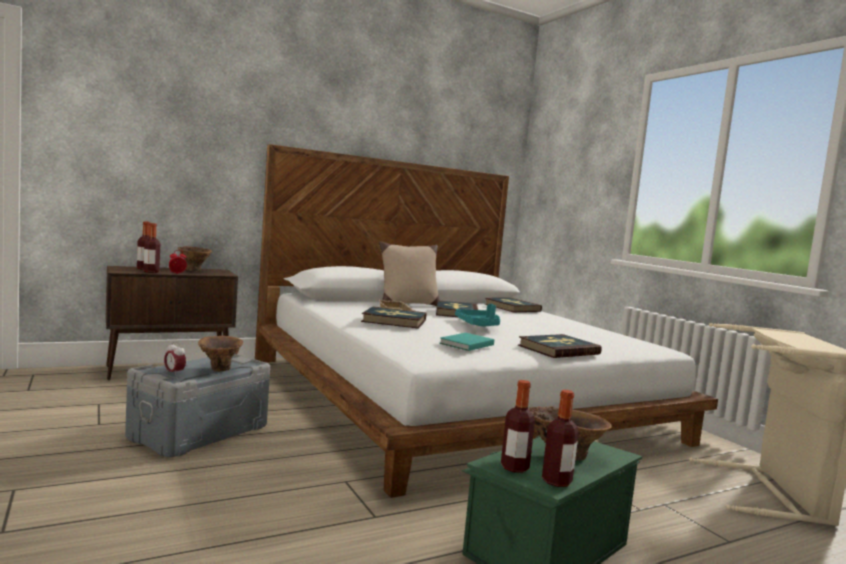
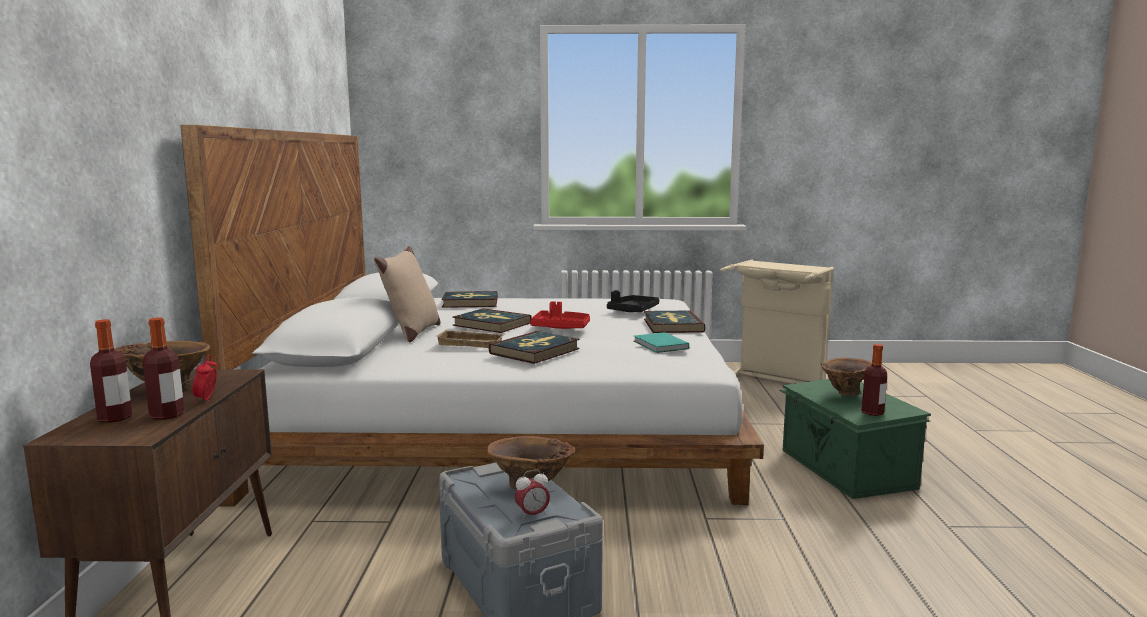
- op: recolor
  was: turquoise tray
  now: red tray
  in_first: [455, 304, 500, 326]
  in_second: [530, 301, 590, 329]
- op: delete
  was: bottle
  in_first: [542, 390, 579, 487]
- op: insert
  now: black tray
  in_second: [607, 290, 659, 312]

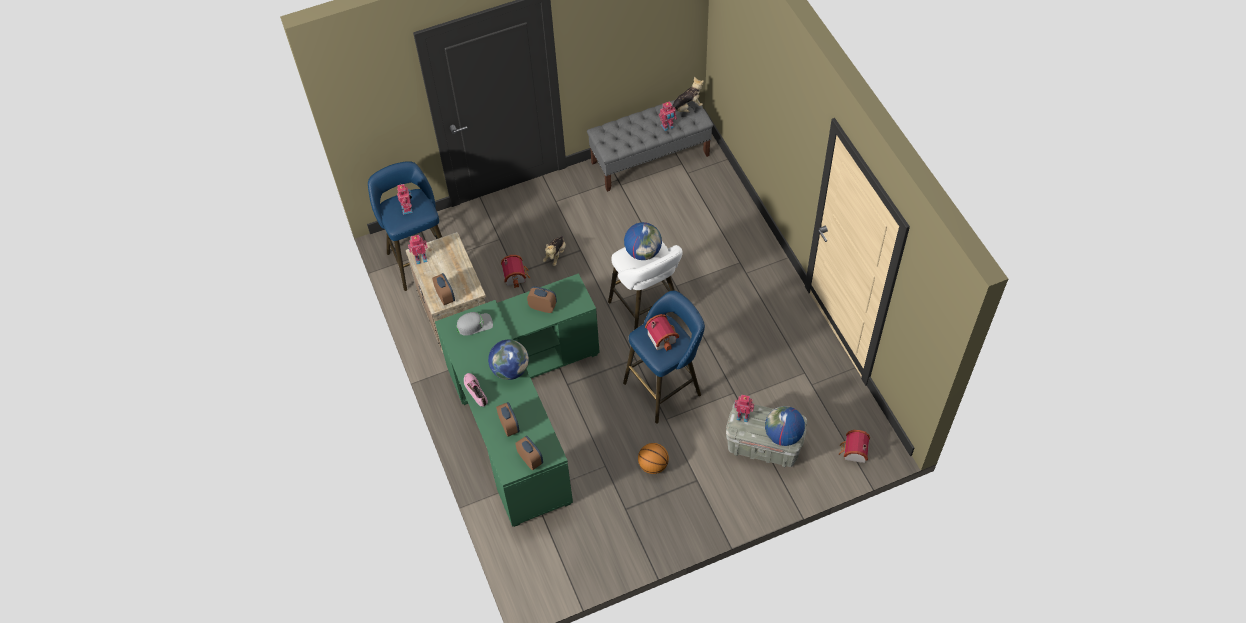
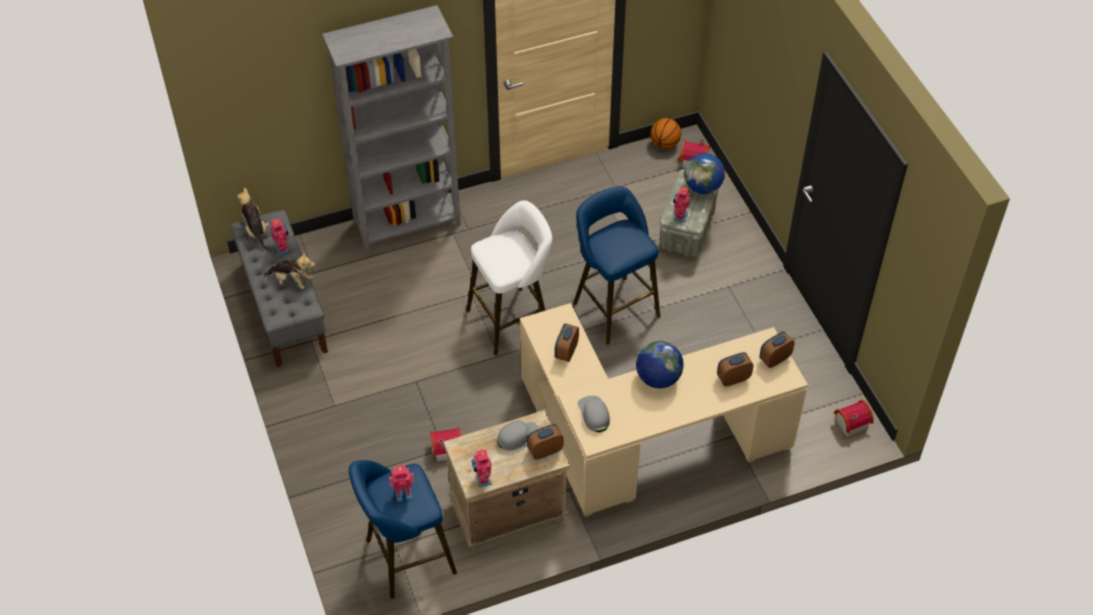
- op: delete
  was: globe
  in_first: [624, 222, 662, 260]
- op: move
  was: plush toy
  in_first: [543, 236, 566, 266]
  in_second: [264, 252, 315, 289]
- op: recolor
  was: green desk
  now: beige desk
  in_first: [435, 273, 600, 527]
  in_second: [520, 303, 808, 517]
- op: move
  was: toy house
  in_first: [645, 314, 679, 351]
  in_second: [834, 400, 873, 438]
- op: delete
  was: shoe
  in_first: [464, 373, 488, 407]
- op: move
  was: basketball
  in_first: [638, 443, 669, 474]
  in_second: [651, 118, 681, 149]
- op: insert
  now: grey bookcase
  in_second: [322, 5, 461, 252]
- op: insert
  now: grey cap
  in_second: [497, 421, 539, 451]

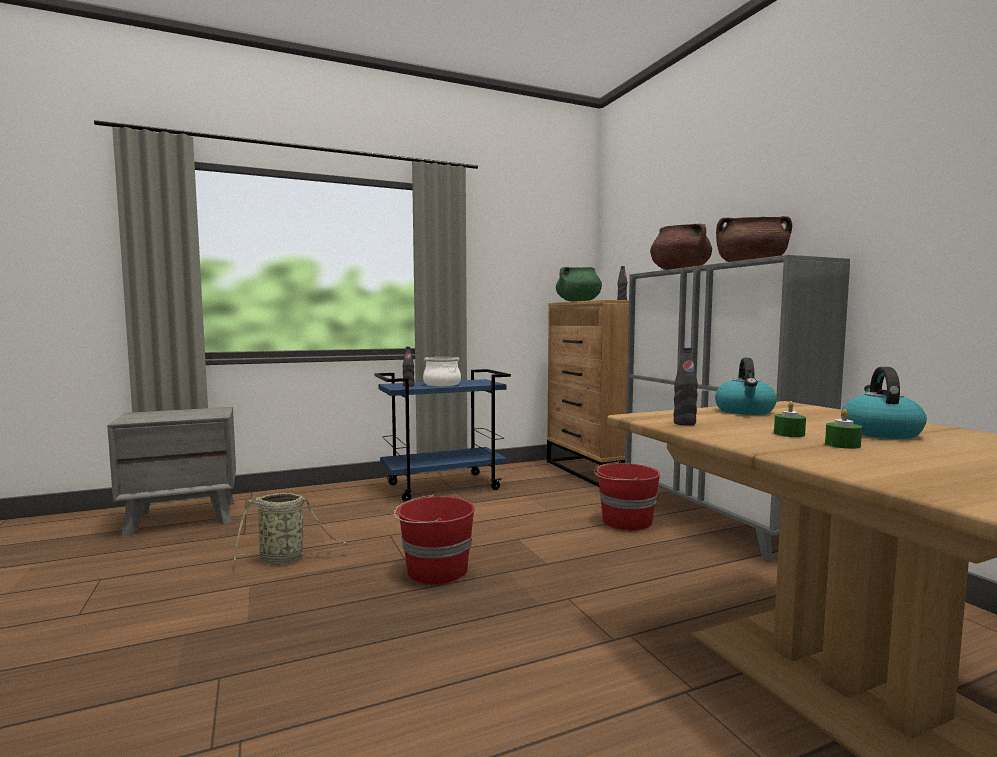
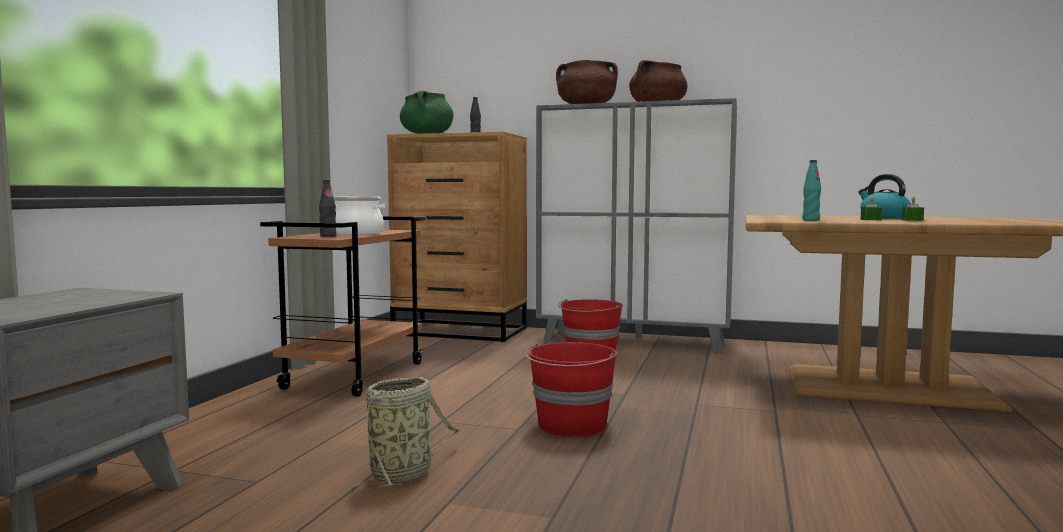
- op: recolor
  was: black bottle
  now: turquoise bottle
  in_first: [673, 347, 698, 426]
  in_second: [802, 160, 821, 221]
- op: delete
  was: kettle
  in_first: [715, 358, 777, 415]
- op: recolor
  was: blue cart
  now: brown cart
  in_first: [374, 369, 511, 502]
  in_second: [260, 216, 425, 396]

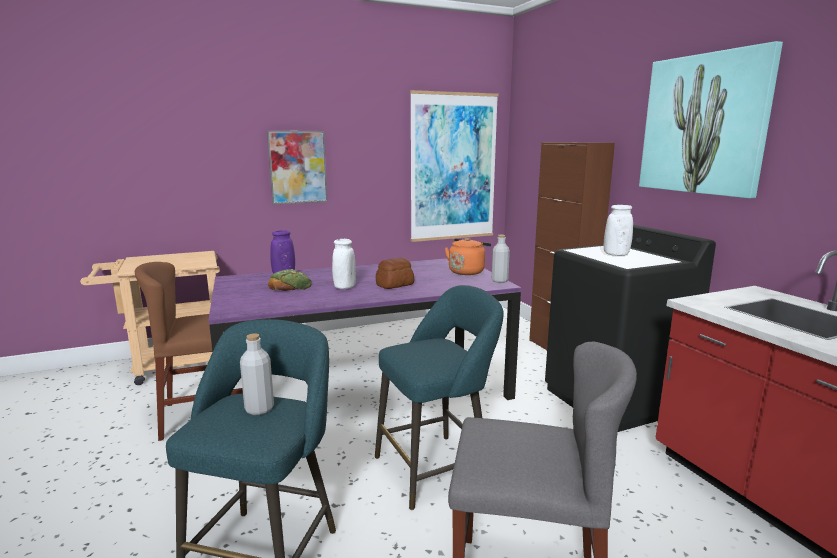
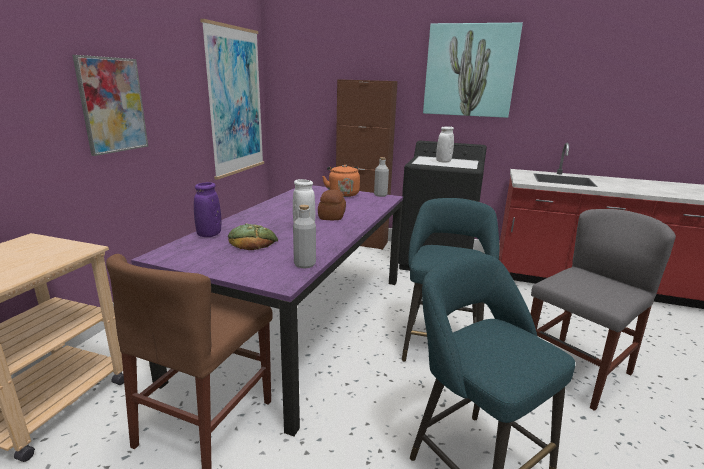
- op: move
  was: grey bottle
  in_first: [240, 333, 274, 415]
  in_second: [293, 205, 316, 268]

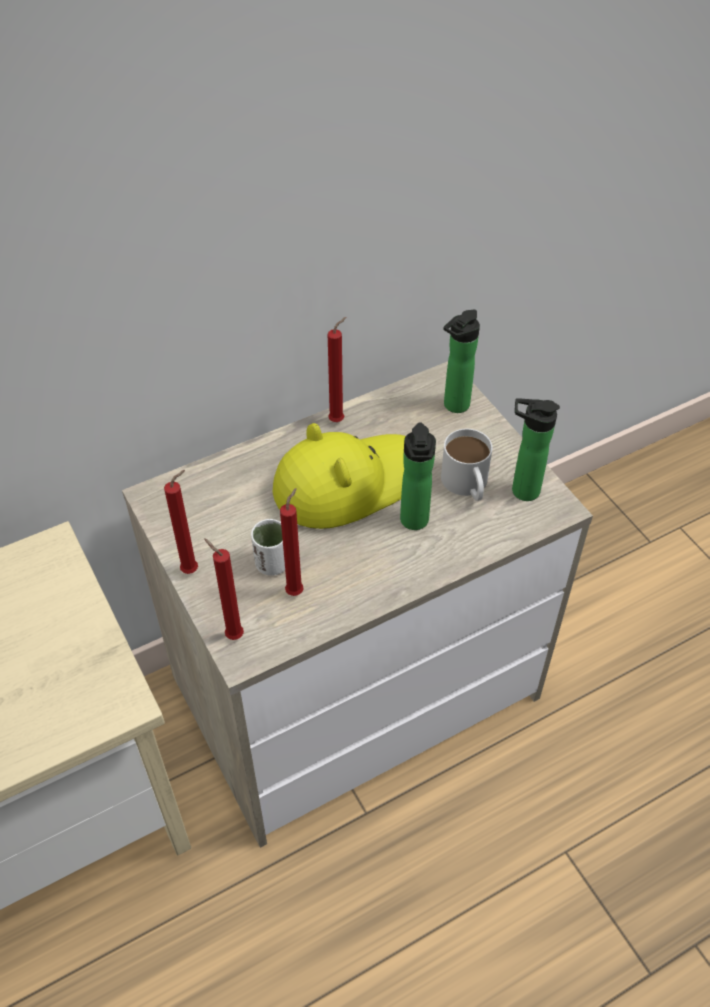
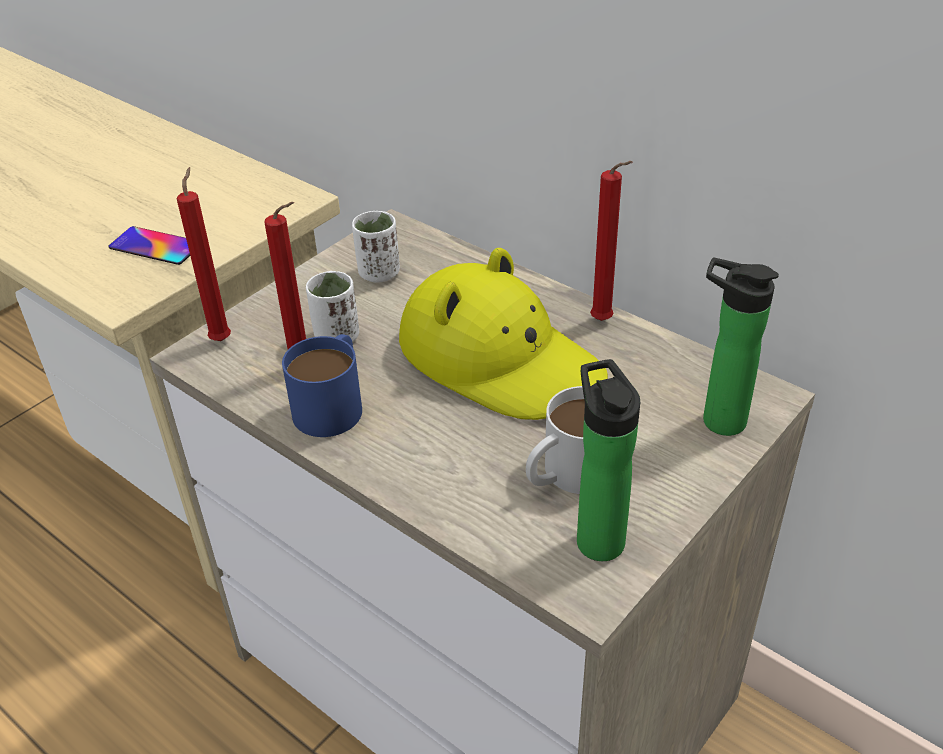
- op: delete
  was: bottle
  in_first: [400, 422, 436, 530]
- op: delete
  was: red candle
  in_first: [164, 470, 198, 574]
- op: insert
  now: white cup
  in_second: [352, 211, 400, 283]
- op: insert
  now: phone
  in_second: [108, 226, 190, 265]
- op: insert
  now: blue mug
  in_second: [282, 334, 362, 437]

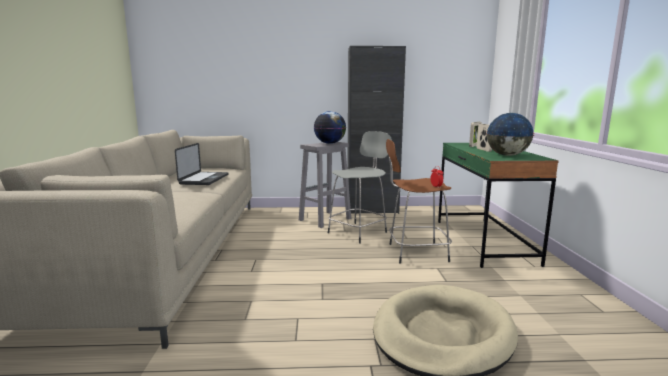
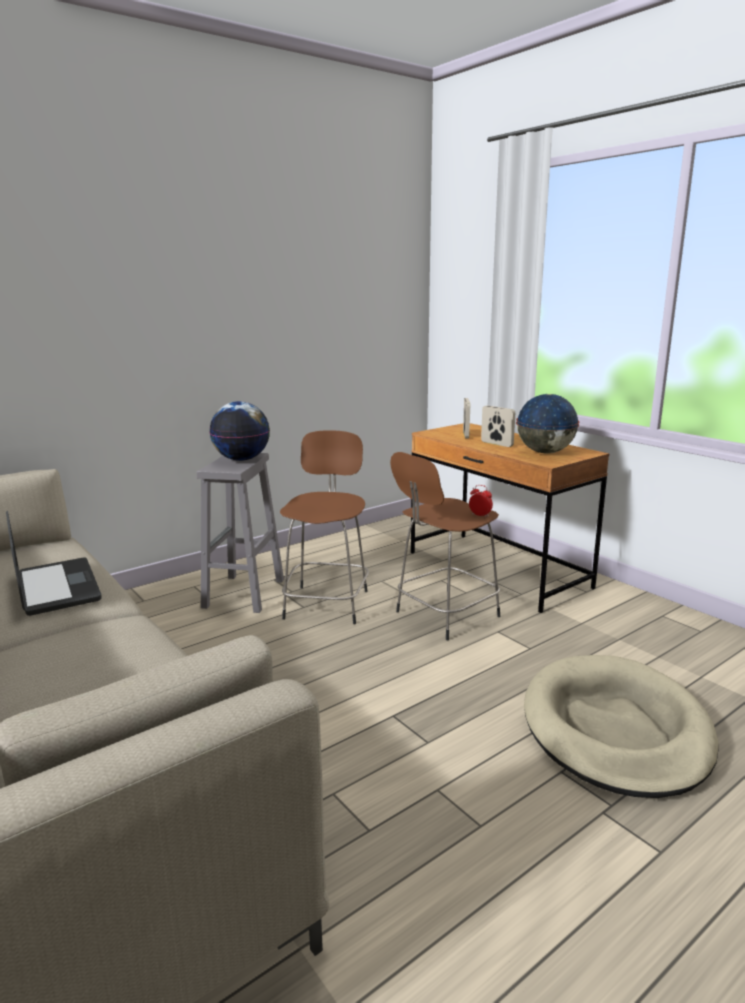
- op: delete
  was: black cabinet
  in_first: [347, 46, 406, 214]
- op: recolor
  was: grey stool
  now: brown stool
  in_first: [328, 131, 392, 244]
  in_second: [280, 430, 369, 624]
- op: recolor
  was: green desk
  now: brown desk
  in_first: [438, 143, 559, 268]
  in_second: [411, 423, 609, 613]

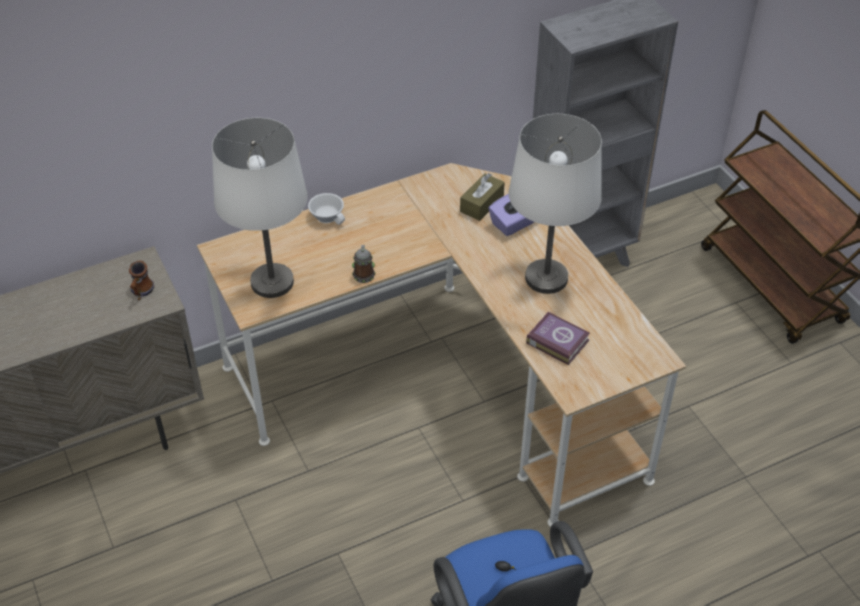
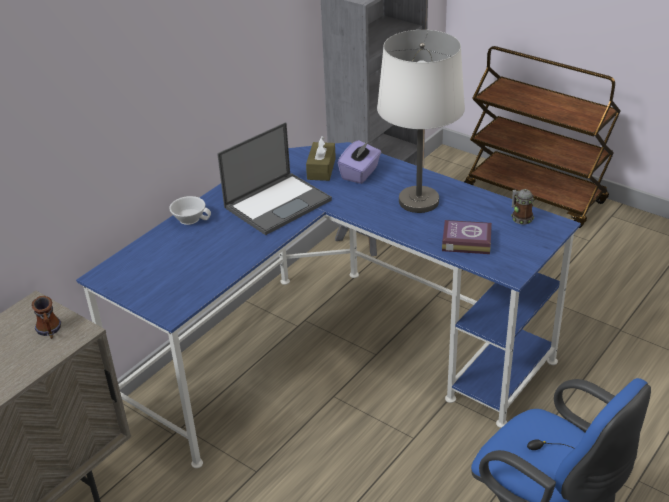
- op: delete
  was: white table lamp
  in_first: [212, 118, 308, 298]
- op: recolor
  was: beige desk
  now: blue desk
  in_first: [197, 163, 686, 527]
  in_second: [76, 142, 581, 468]
- op: move
  was: mug
  in_first: [352, 245, 376, 283]
  in_second: [511, 189, 534, 224]
- op: insert
  now: laptop
  in_second: [217, 122, 332, 235]

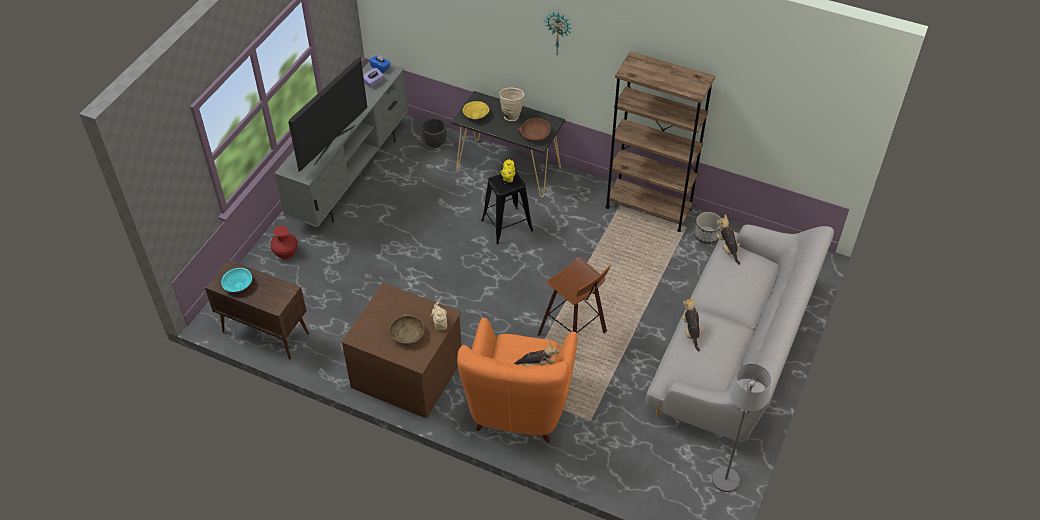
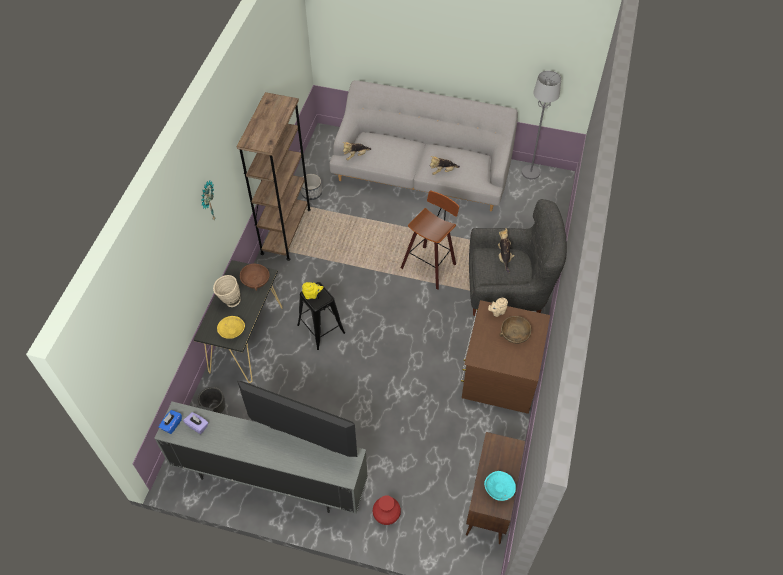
- op: recolor
  was: orange armchair
  now: grey armchair
  in_first: [457, 318, 578, 443]
  in_second: [469, 199, 567, 316]

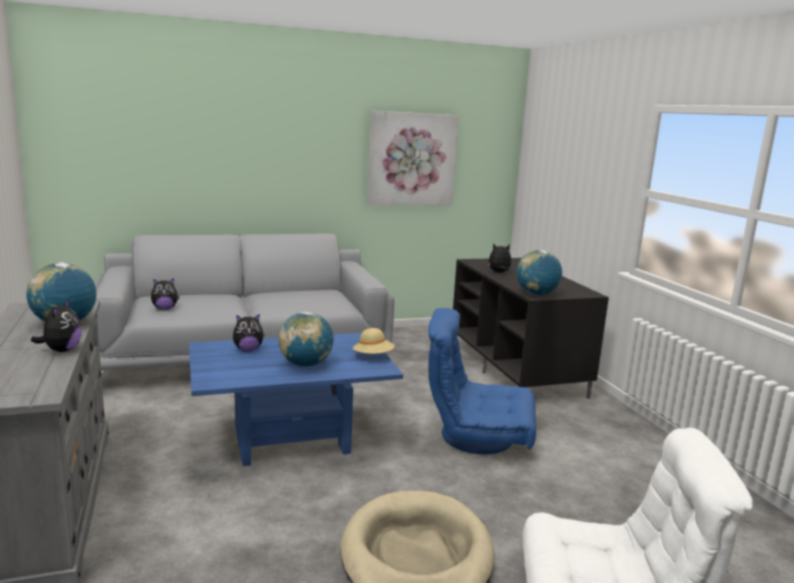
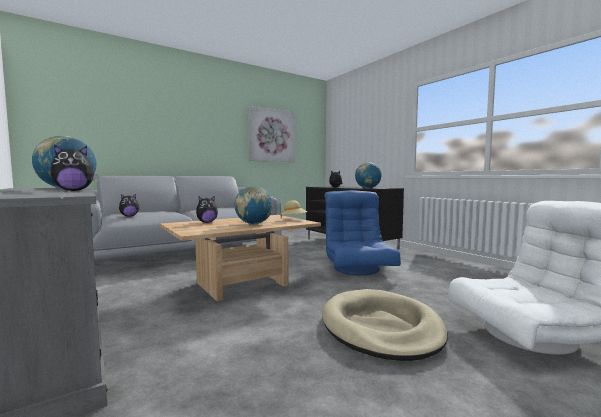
- op: rotate
  was: plush toy
  in_first: [31, 299, 82, 352]
  in_second: [50, 145, 98, 191]
  clockwise: 75
- op: rotate
  was: blue armchair
  in_first: [428, 308, 536, 454]
  in_second: [324, 190, 401, 275]
  clockwise: 90
- op: recolor
  was: blue coffee table
  now: beige coffee table
  in_first: [189, 333, 403, 466]
  in_second: [160, 215, 321, 301]

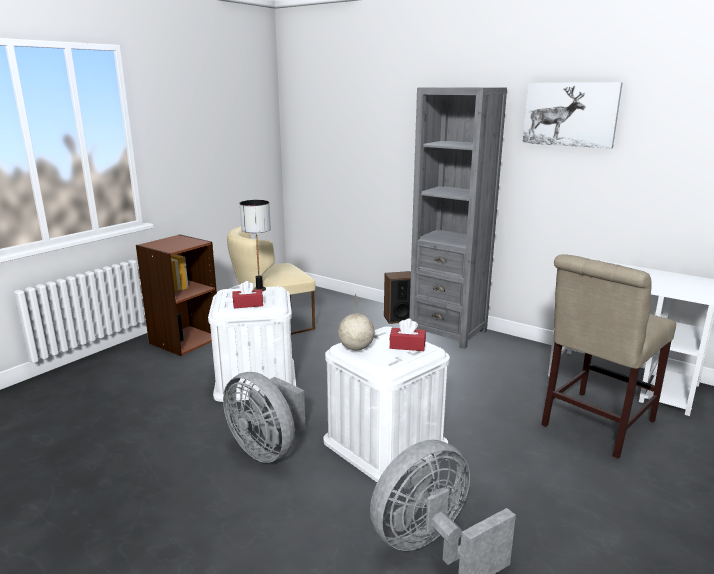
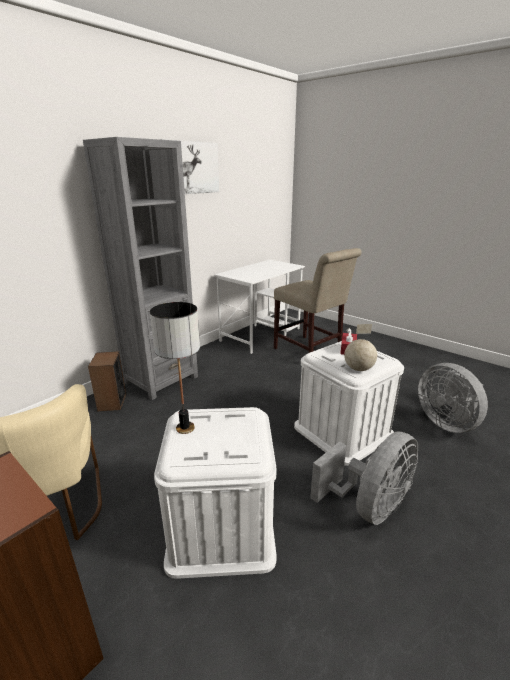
- op: delete
  was: red tissue box
  in_first: [233, 281, 263, 308]

